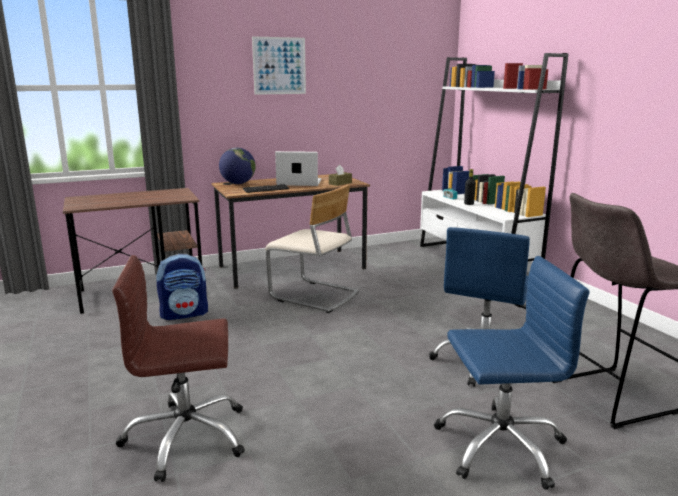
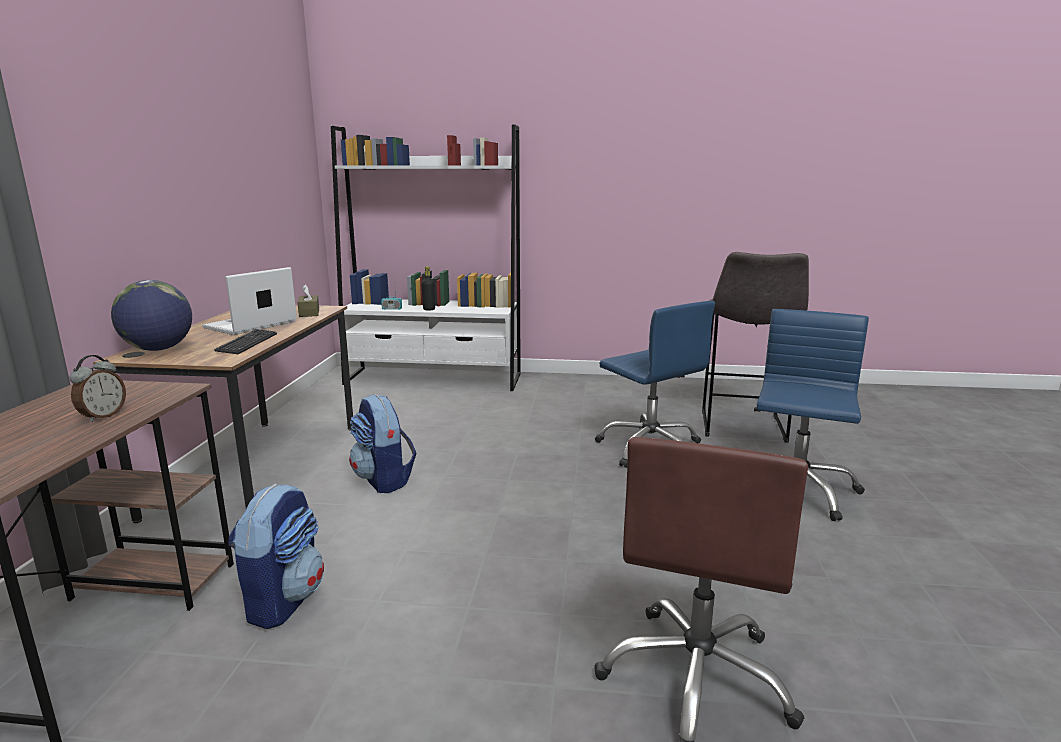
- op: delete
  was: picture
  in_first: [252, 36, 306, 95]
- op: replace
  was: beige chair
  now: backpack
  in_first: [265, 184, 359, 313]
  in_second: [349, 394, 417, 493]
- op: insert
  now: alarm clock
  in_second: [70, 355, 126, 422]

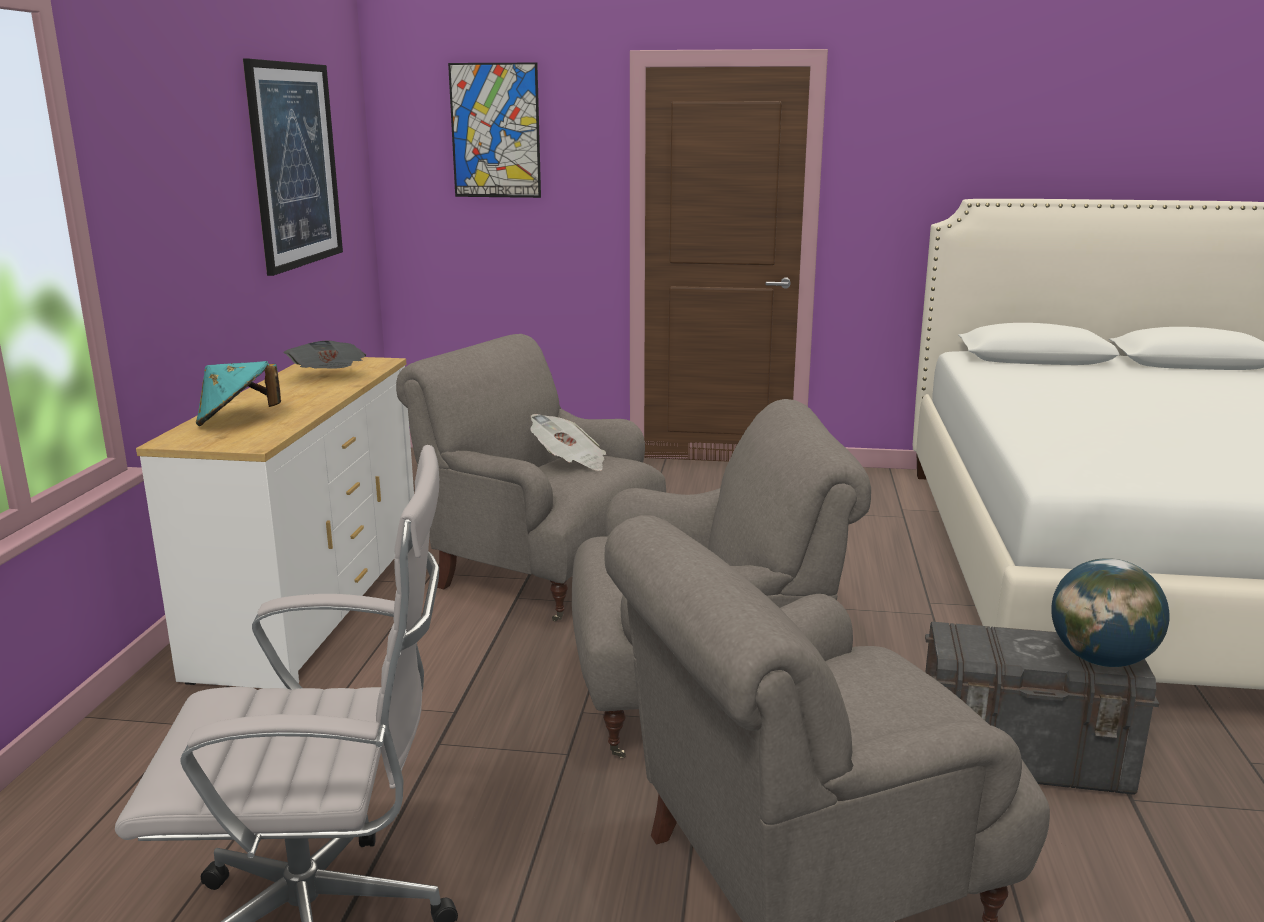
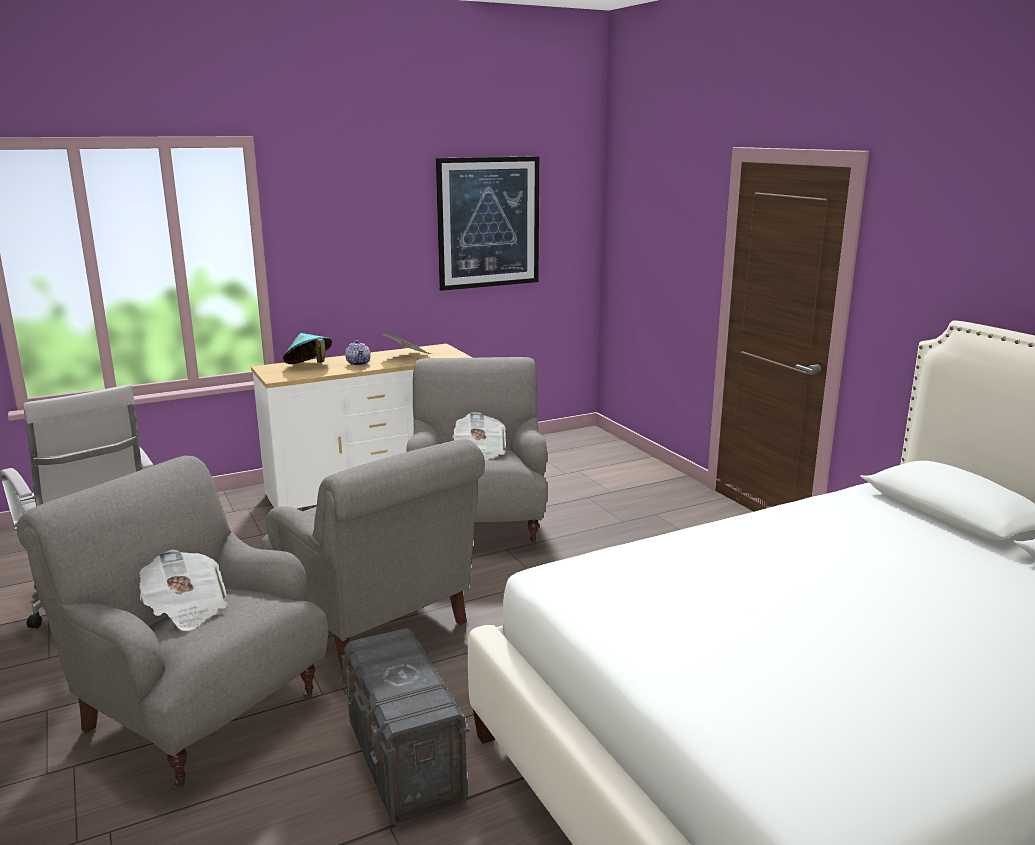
- op: delete
  was: picture
  in_first: [448, 63, 541, 198]
- op: delete
  was: globe
  in_first: [1051, 558, 1170, 667]
- op: insert
  now: teapot
  in_second: [345, 340, 370, 366]
- op: insert
  now: newspaper
  in_second: [139, 549, 228, 631]

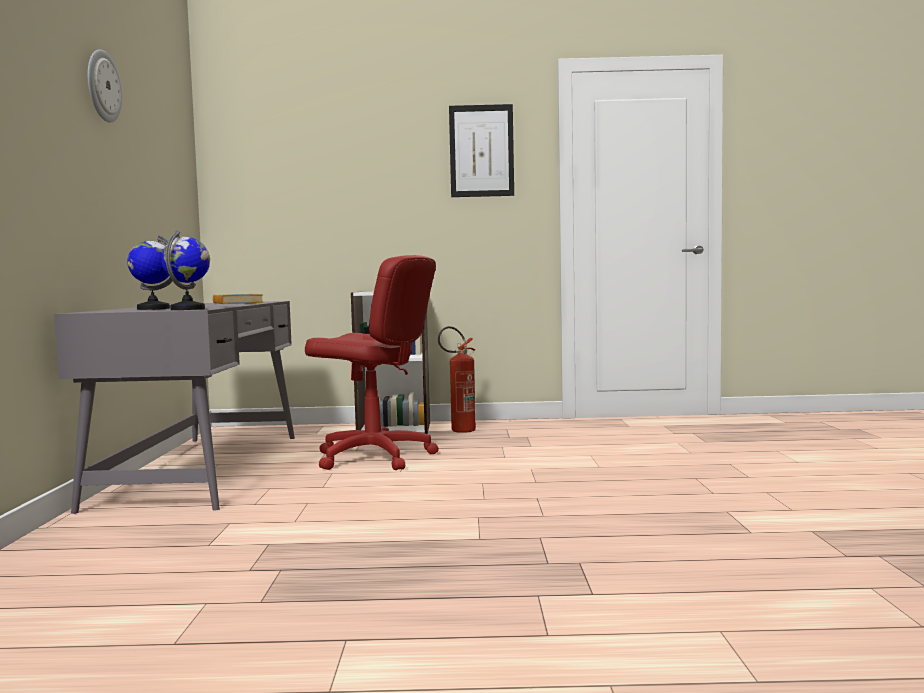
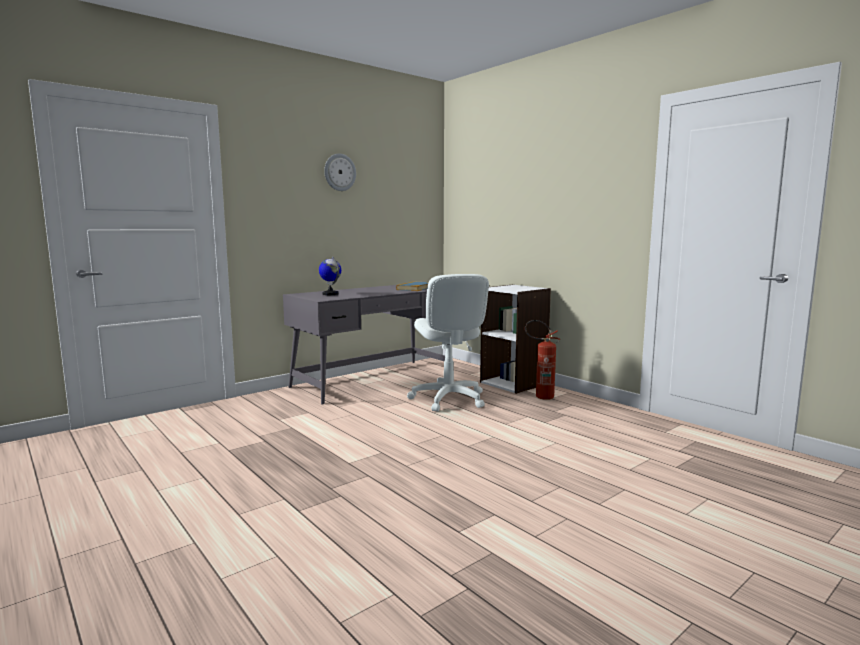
- op: delete
  was: picture
  in_first: [449, 104, 514, 197]
- op: delete
  was: globe
  in_first: [161, 230, 210, 310]
- op: recolor
  was: red office chair
  now: white office chair
  in_first: [305, 255, 439, 470]
  in_second: [407, 274, 489, 412]

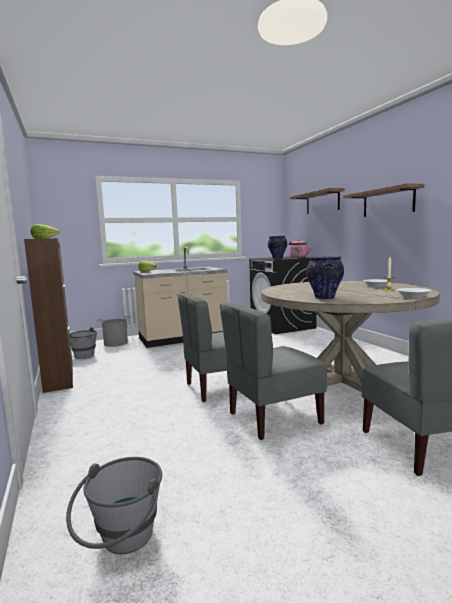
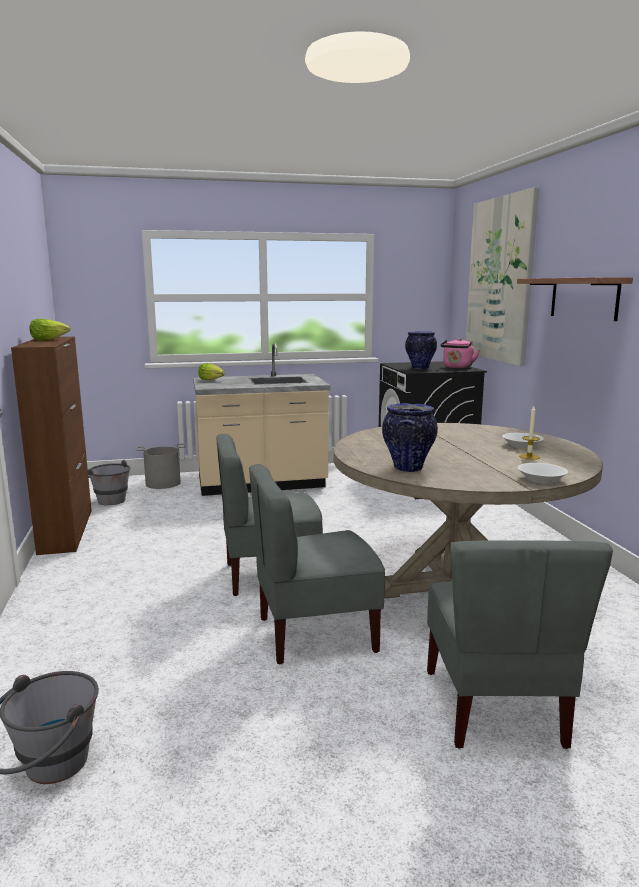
- op: replace
  was: shelf
  now: picture
  in_first: [290, 188, 345, 214]
  in_second: [466, 187, 539, 366]

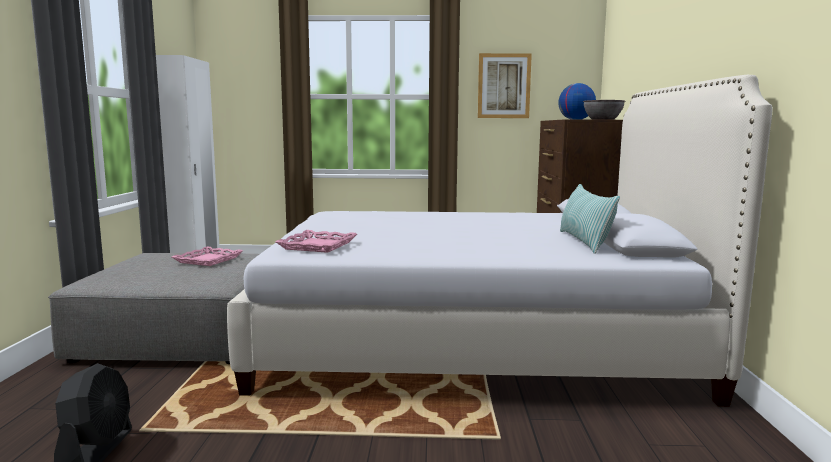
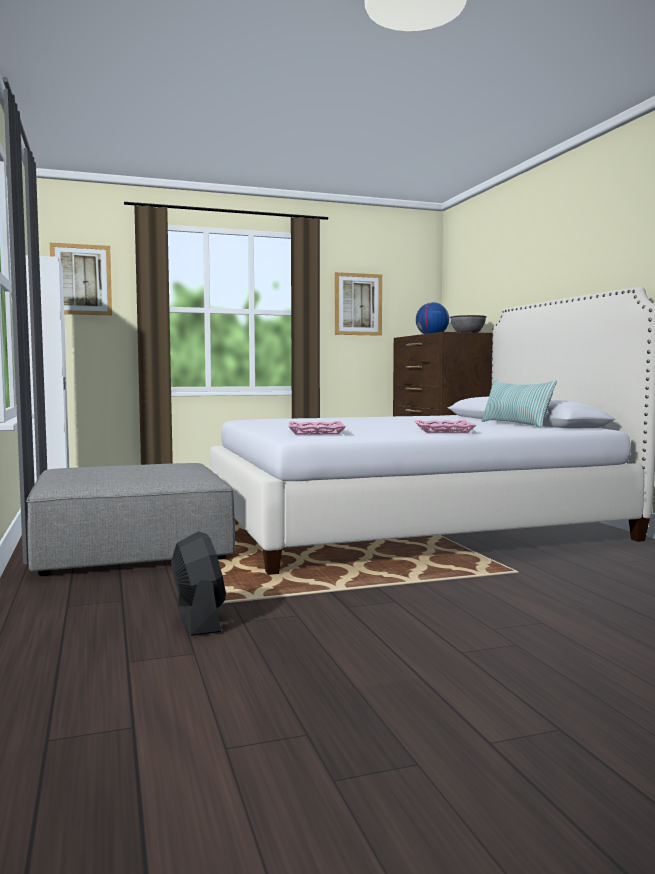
- op: move
  was: pink tray
  in_first: [172, 247, 243, 266]
  in_second: [414, 420, 476, 433]
- op: insert
  now: picture
  in_second: [50, 243, 112, 315]

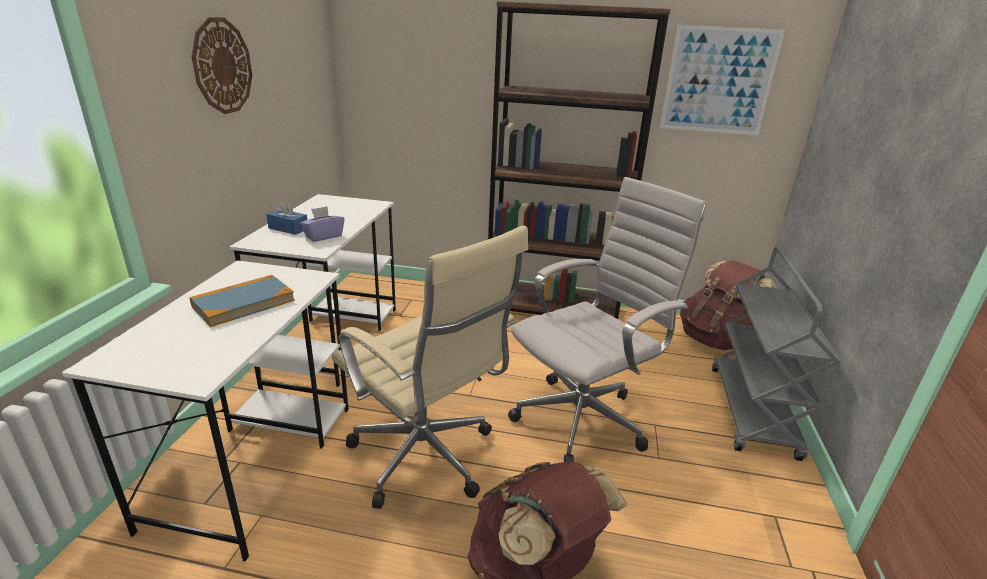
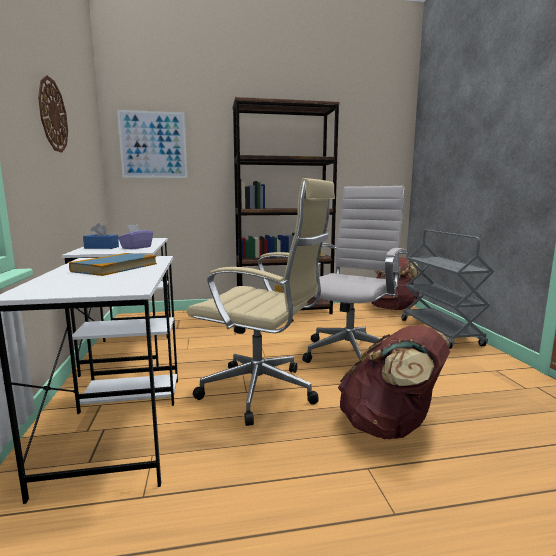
- op: move
  was: picture
  in_first: [660, 25, 785, 135]
  in_second: [117, 110, 187, 178]

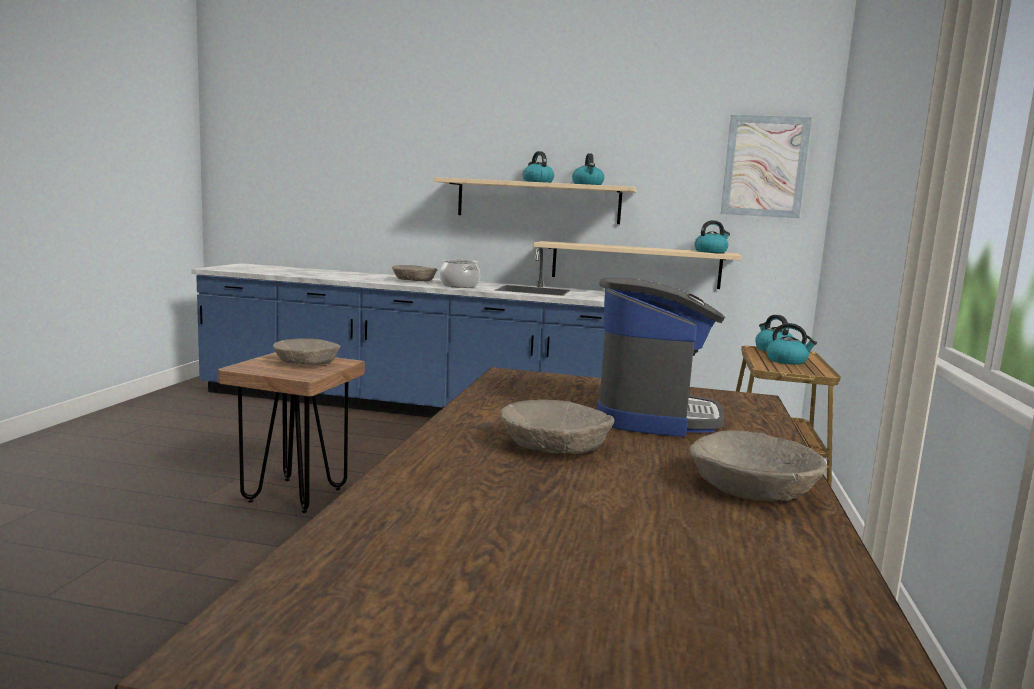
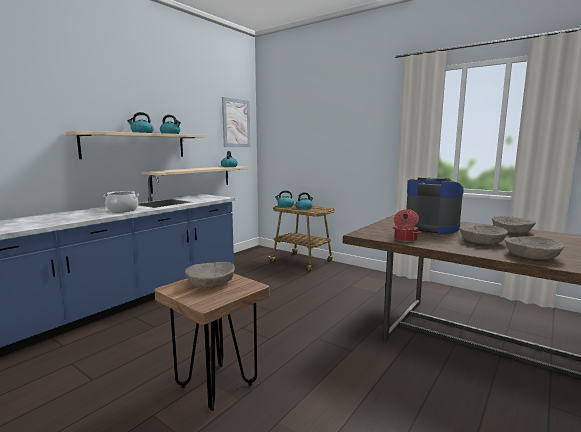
- op: move
  was: beige bowl
  in_first: [392, 265, 438, 281]
  in_second: [504, 236, 564, 260]
- op: insert
  now: cooking pot
  in_second: [392, 209, 420, 242]

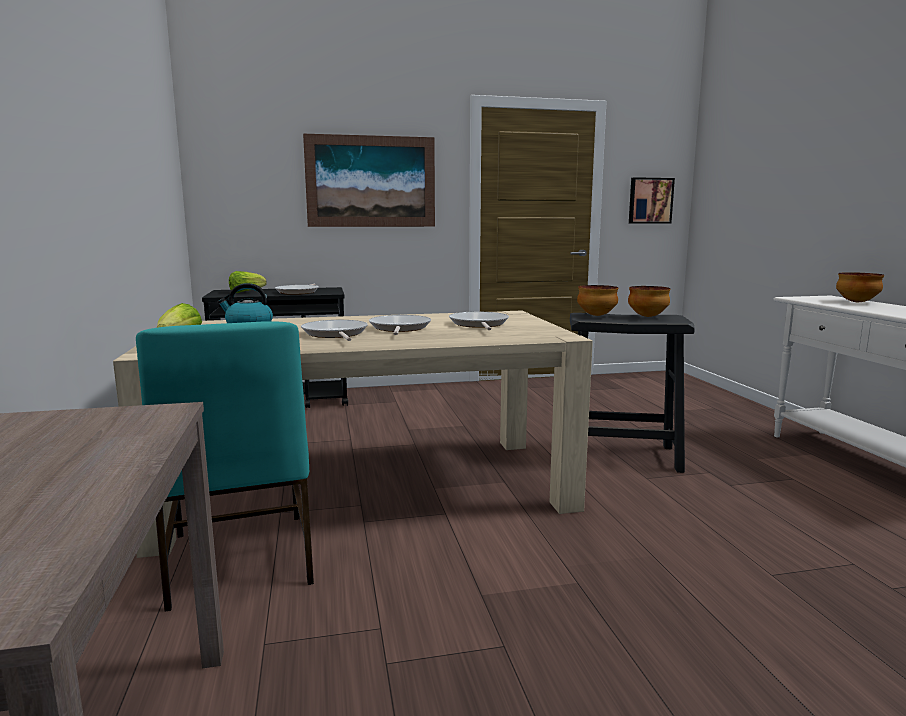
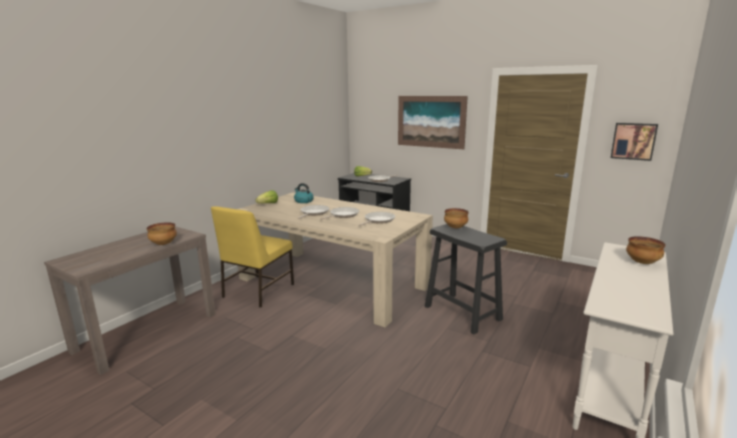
- op: move
  was: bowl
  in_first: [628, 286, 670, 317]
  in_second: [147, 222, 177, 245]
- op: recolor
  was: turquoise chair
  now: yellow chair
  in_first: [136, 321, 314, 612]
  in_second: [211, 206, 294, 308]

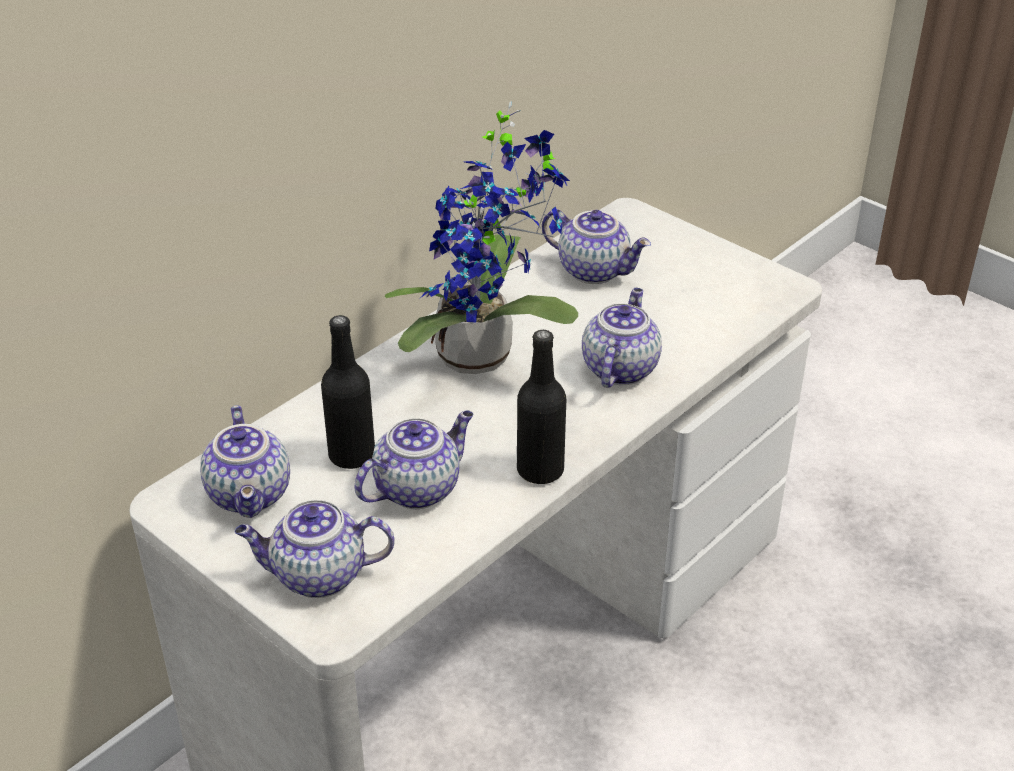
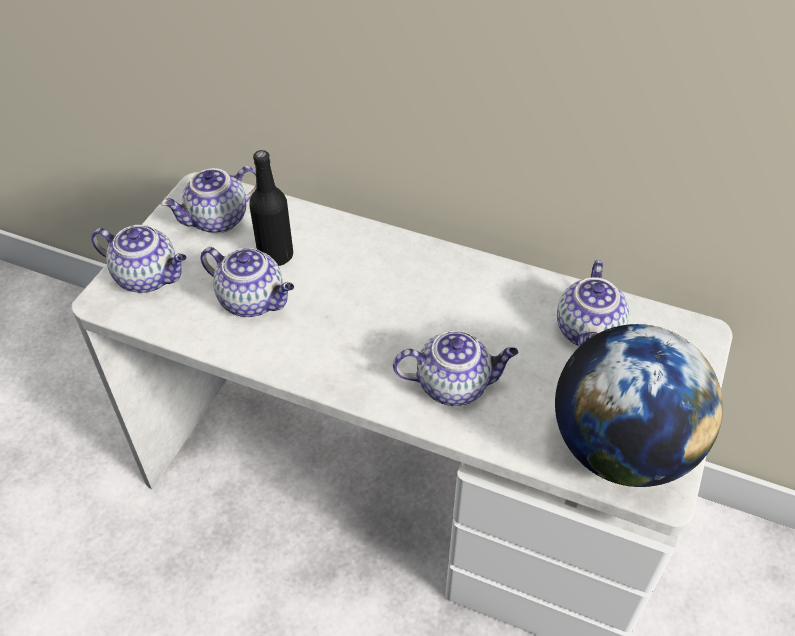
- op: delete
  was: potted plant
  in_first: [385, 101, 578, 374]
- op: delete
  was: black bottle
  in_first: [517, 330, 566, 485]
- op: rotate
  was: teapot
  in_first: [235, 500, 395, 598]
  in_second: [91, 225, 187, 293]
  clockwise: 135
- op: insert
  now: globe
  in_second: [555, 324, 723, 487]

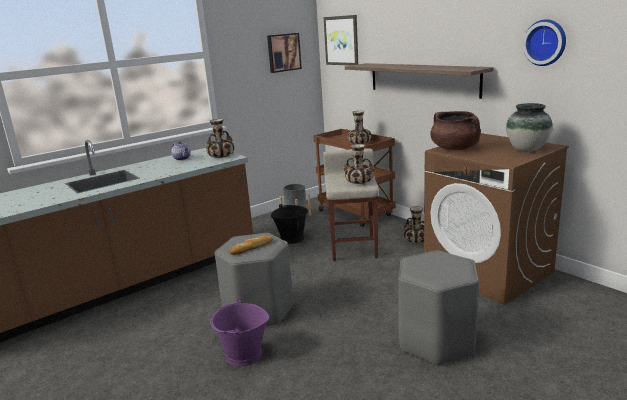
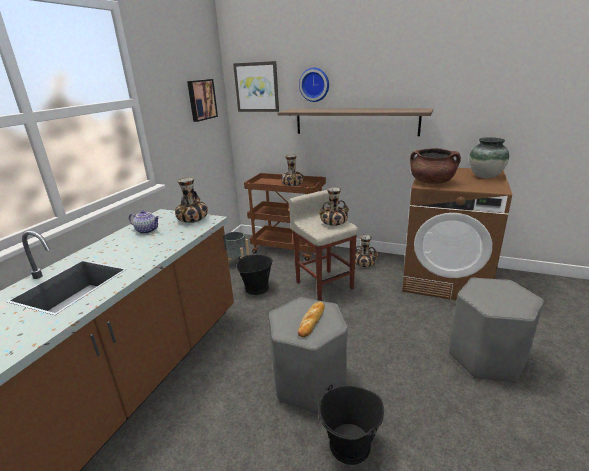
- op: move
  was: wall clock
  in_first: [523, 19, 566, 66]
  in_second: [299, 68, 329, 102]
- op: recolor
  was: purple bucket
  now: black bucket
  in_first: [211, 298, 269, 367]
  in_second: [318, 385, 384, 465]

